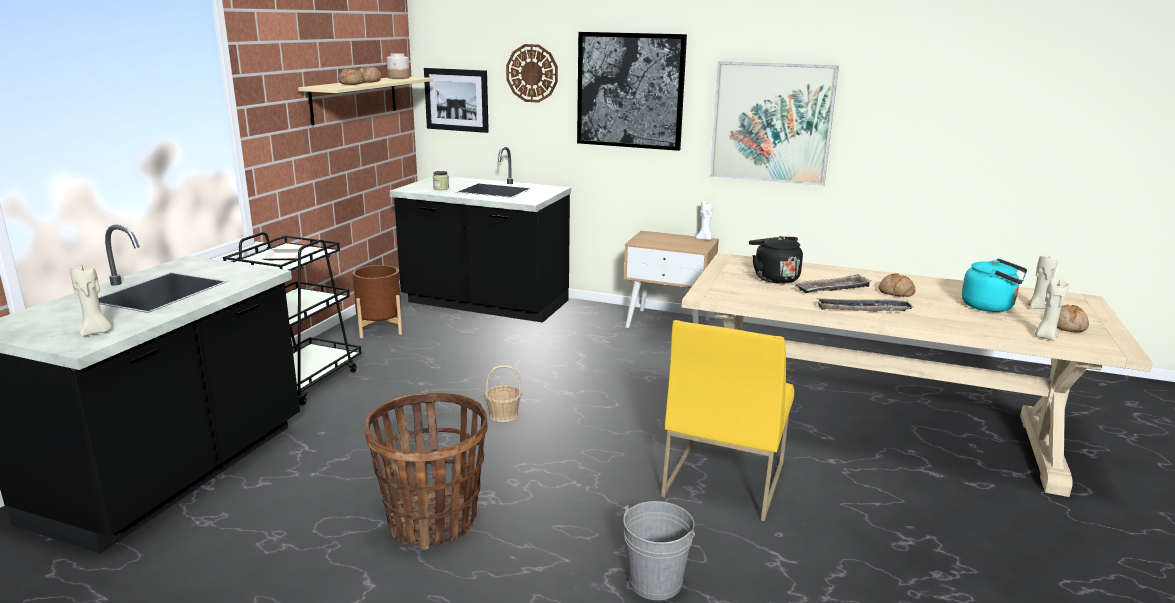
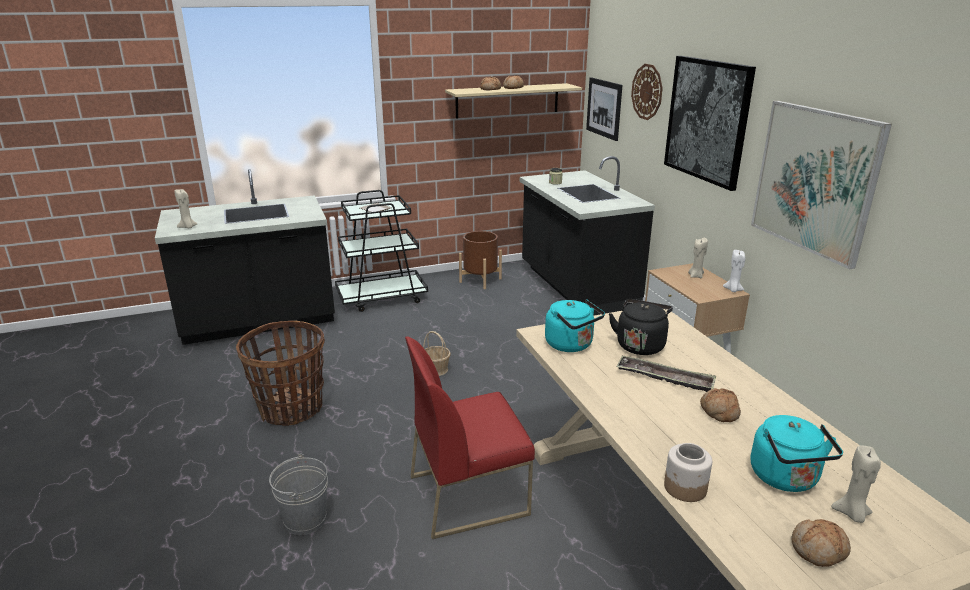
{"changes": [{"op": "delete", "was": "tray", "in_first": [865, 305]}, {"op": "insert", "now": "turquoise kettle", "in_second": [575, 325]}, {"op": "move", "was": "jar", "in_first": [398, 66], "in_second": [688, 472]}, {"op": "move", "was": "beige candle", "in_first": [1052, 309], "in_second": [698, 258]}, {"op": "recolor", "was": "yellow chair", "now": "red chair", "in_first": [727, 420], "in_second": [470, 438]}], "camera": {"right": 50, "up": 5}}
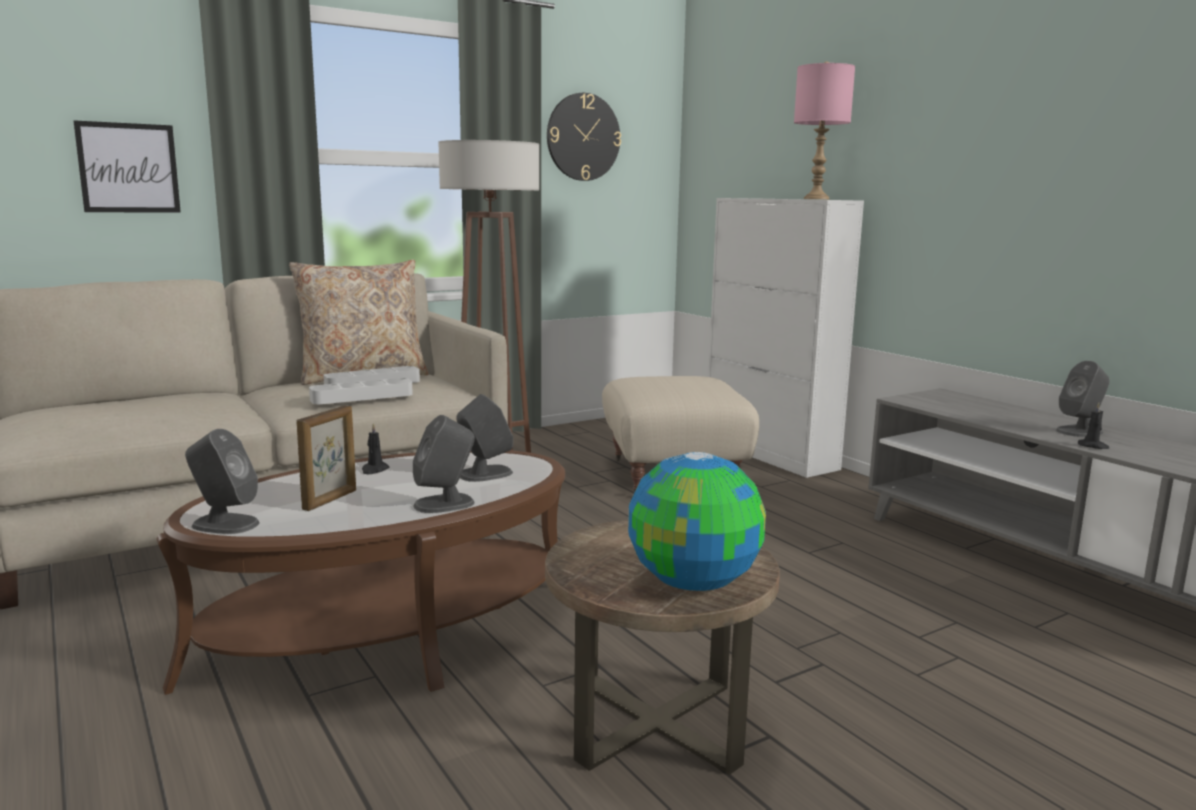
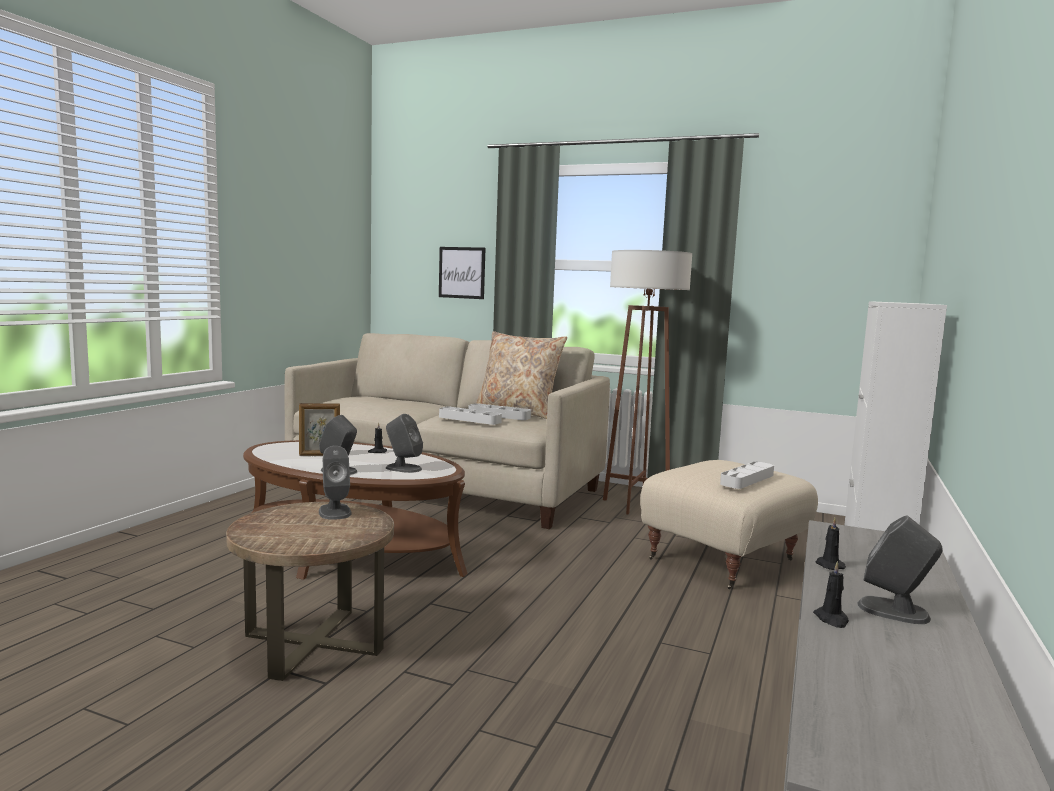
{"changes": [{"op": "delete", "was": "wall clock", "in_first": [584, 137]}, {"op": "delete", "was": "globe", "in_first": [697, 521]}, {"op": "delete", "was": "pink table lamp", "in_first": [824, 130]}, {"op": "insert", "now": "grey tray", "in_second": [747, 475]}, {"op": "insert", "now": "black candle", "in_second": [831, 544]}, {"op": "move", "was": "grey speaker", "in_first": [222, 481], "in_second": [335, 483]}], "camera": {"right": 55, "up": -5}}
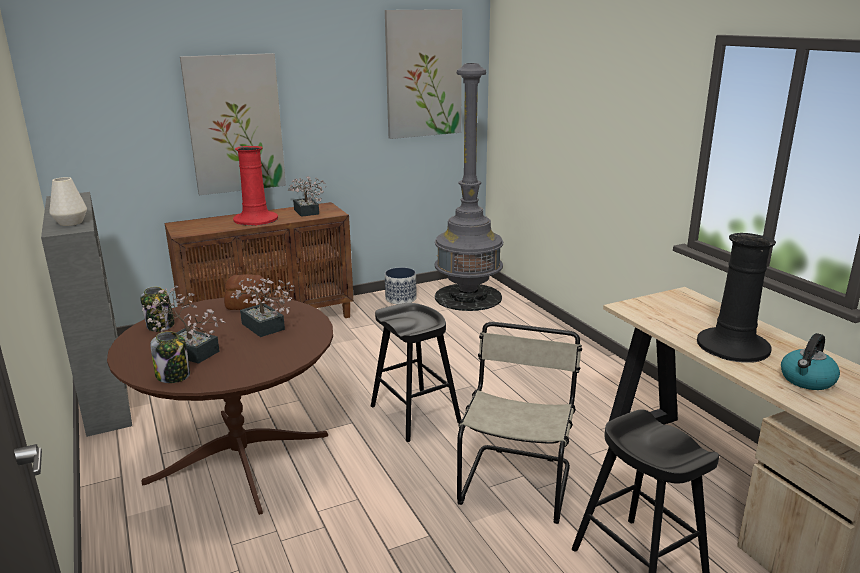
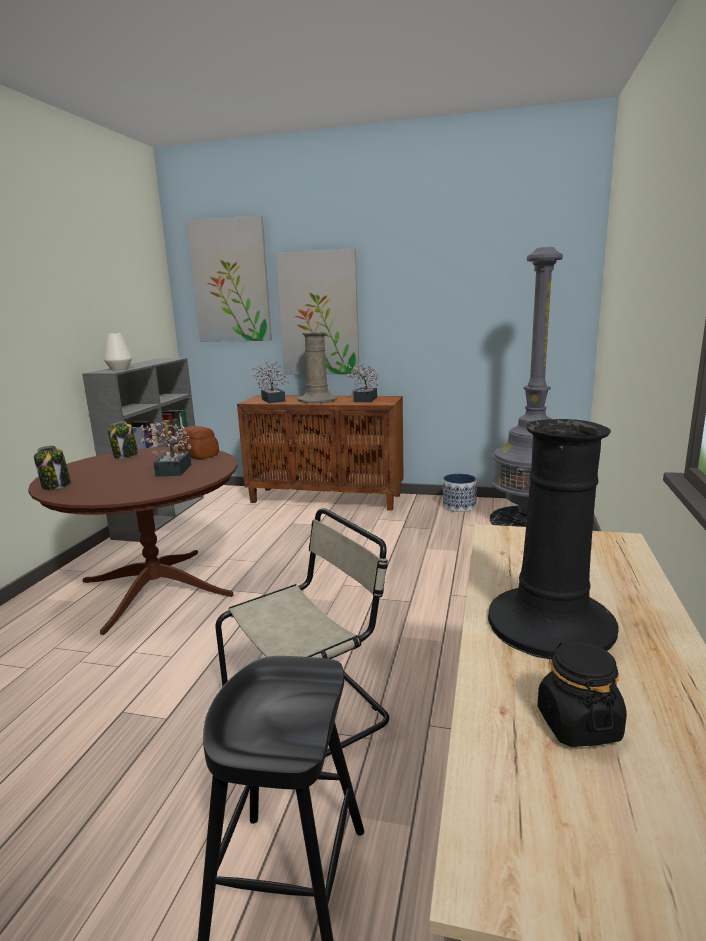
{"changes": [{"op": "delete", "was": "black stool", "in_first": [416, 372]}, {"op": "move", "was": "potted plant", "in_first": [183, 325], "in_second": [270, 382]}, {"op": "move", "was": "picture", "in_first": [423, 74], "in_second": [229, 278]}, {"op": "replace", "was": "kettle", "now": "black jar", "in_first": [810, 361], "in_second": [582, 694]}, {"op": "recolor", "was": "red vase", "now": "beige vase", "in_first": [255, 186], "in_second": [317, 368]}], "camera": {"right": 40, "up": -5}}
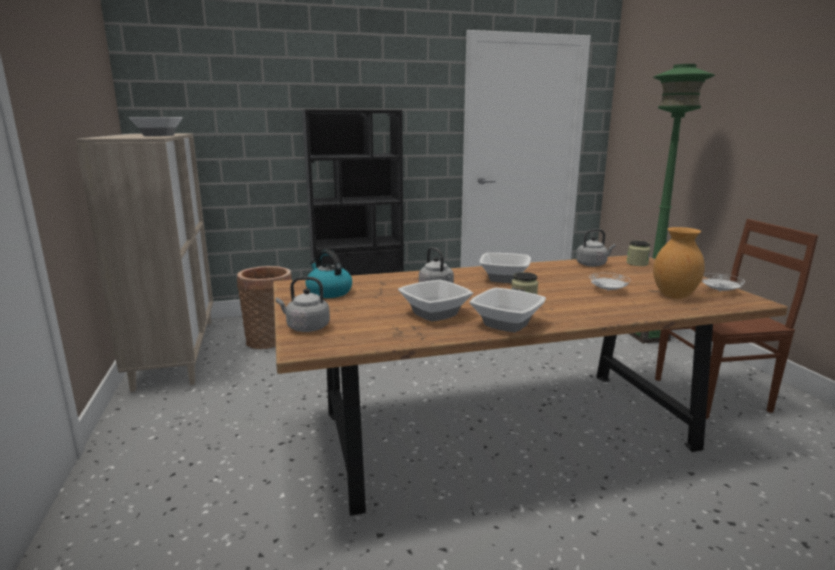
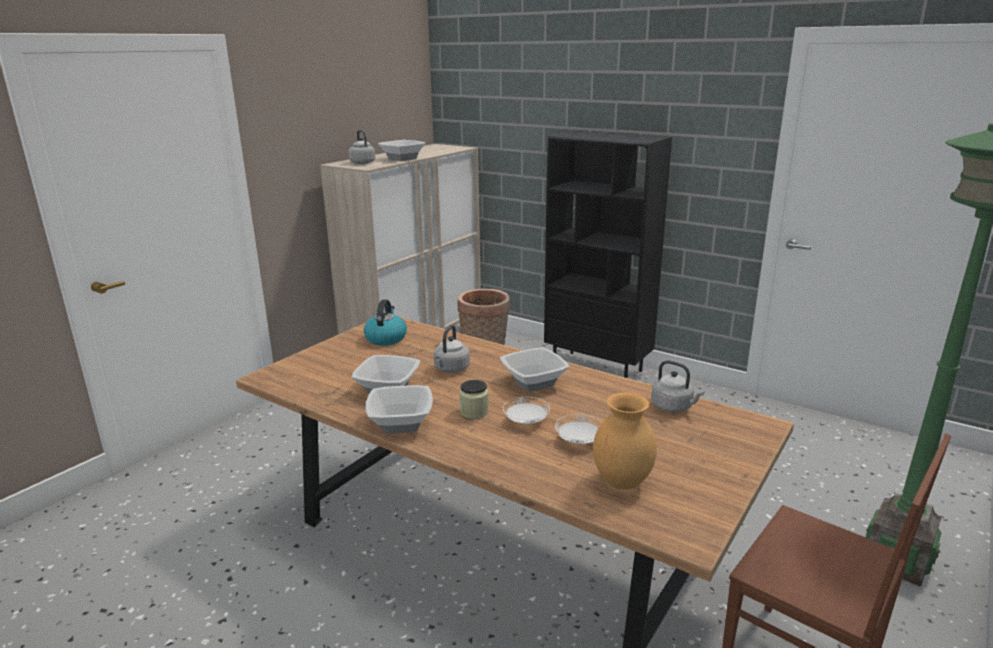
{"changes": [{"op": "delete", "was": "jar", "in_first": [639, 253]}, {"op": "move", "was": "grey kettle", "in_first": [303, 304], "in_second": [362, 147]}, {"op": "move", "was": "white plate", "in_first": [723, 282], "in_second": [526, 410]}], "camera": {"right": 50, "up": 5}}
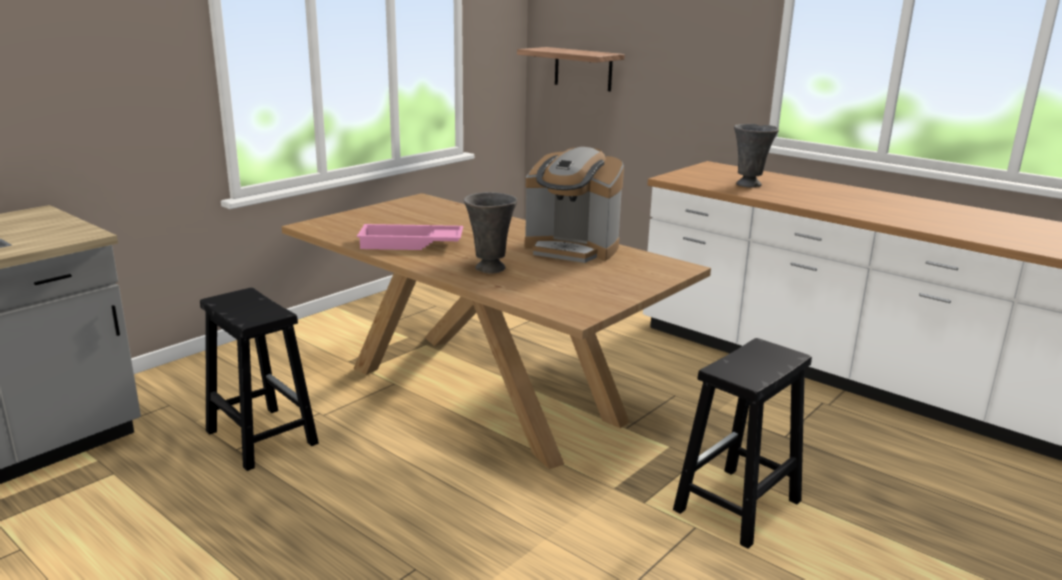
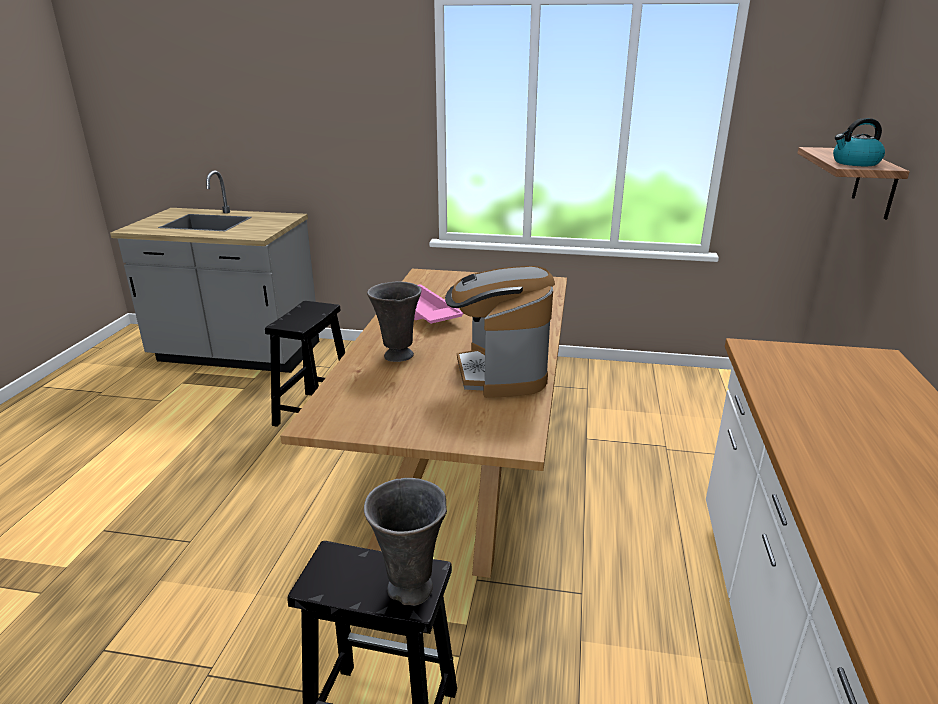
{"changes": [{"op": "insert", "now": "kettle", "in_second": [859, 142]}, {"op": "move", "was": "grey vase", "in_first": [756, 156], "in_second": [405, 542]}], "camera": {"right": 60, "up": 5}}
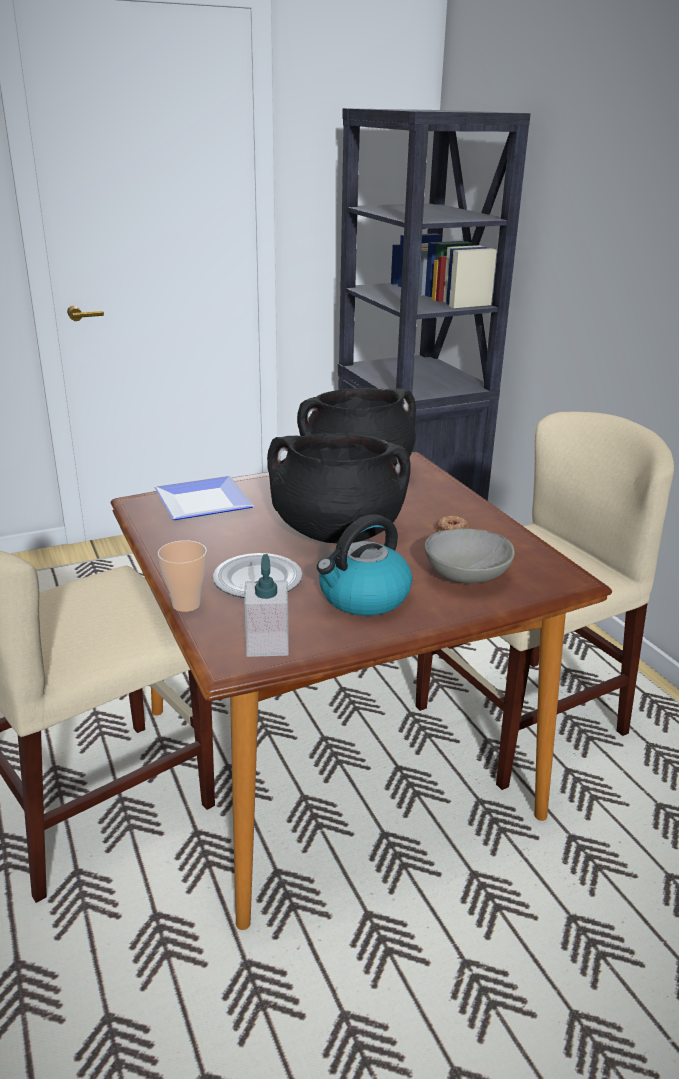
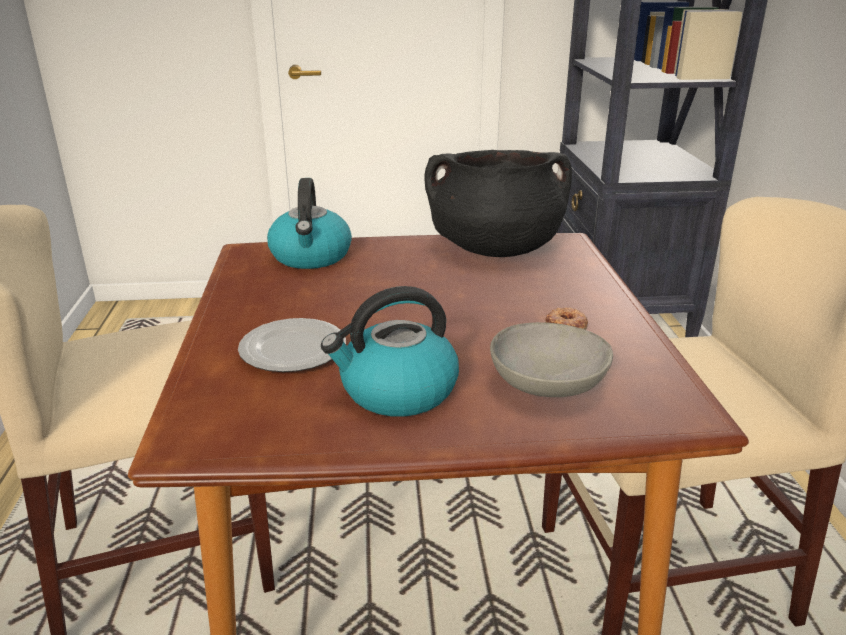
{"changes": [{"op": "delete", "was": "cup", "in_first": [182, 576]}, {"op": "delete", "was": "soap dispenser", "in_first": [266, 605]}, {"op": "delete", "was": "black cooking pot", "in_first": [339, 488]}, {"op": "replace", "was": "plate", "now": "kettle", "in_first": [204, 498], "in_second": [309, 223]}], "camera": {"right": 20, "up": 0}}
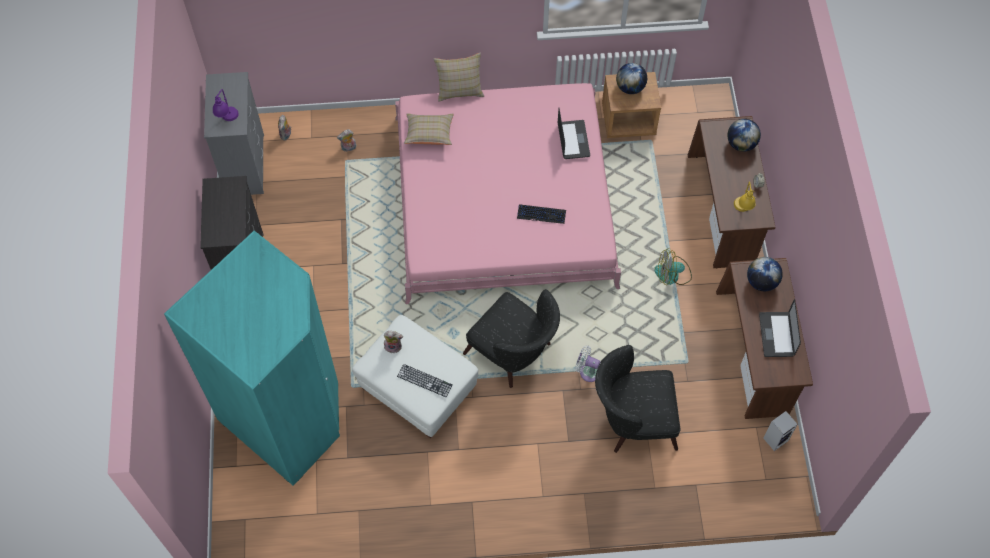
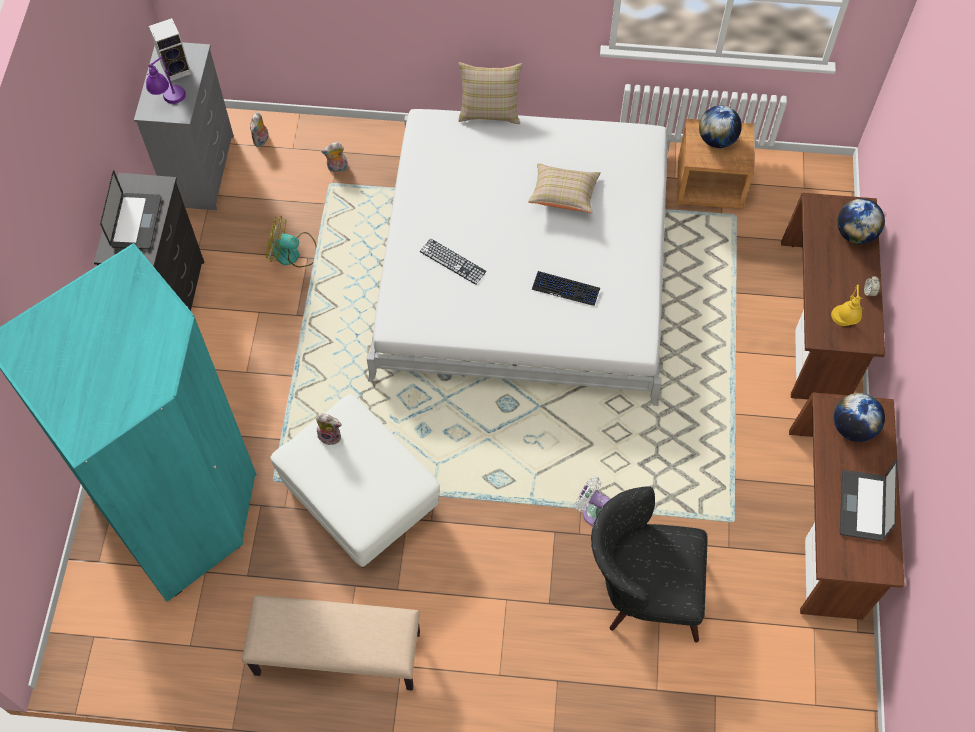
{"changes": [{"op": "delete", "was": "black armchair", "in_first": [511, 338]}, {"op": "insert", "now": "beige bench", "in_second": [331, 643]}, {"op": "move", "was": "keyboard", "in_first": [424, 380], "in_second": [453, 262]}, {"op": "move", "was": "beige pillow", "in_first": [429, 129], "in_second": [564, 188]}, {"op": "move", "was": "laptop", "in_first": [574, 133], "in_second": [131, 210]}, {"op": "move", "was": "fan", "in_first": [673, 266], "in_second": [291, 241]}, {"op": "move", "was": "speaker", "in_first": [780, 431], "in_second": [170, 49]}, {"op": "recolor", "was": "pink bed", "now": "white bed", "in_first": [508, 193], "in_second": [519, 257]}], "camera": {"right": 10, "up": 0}}
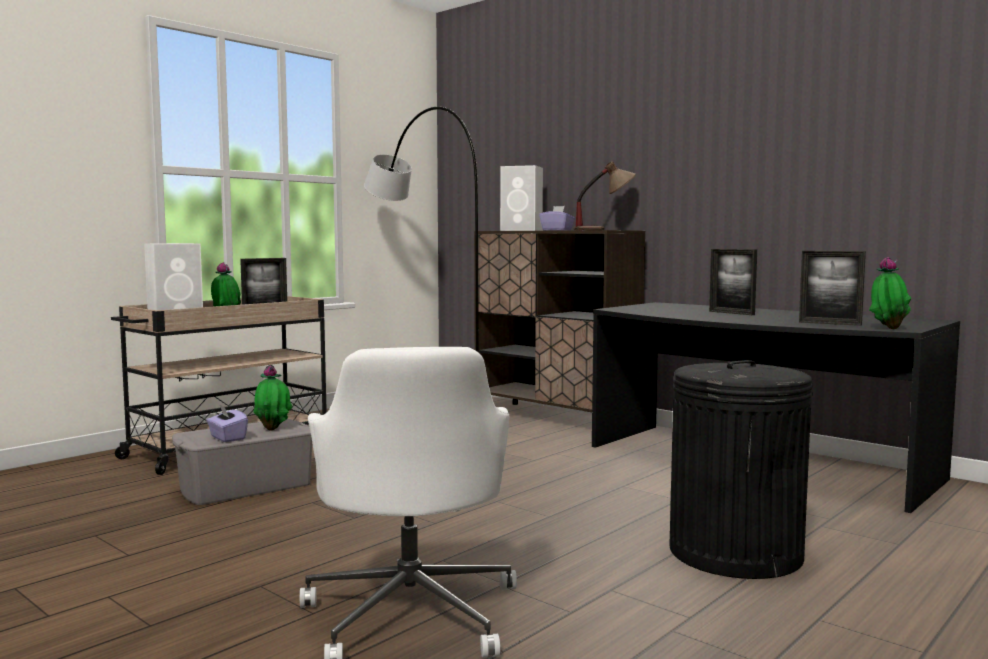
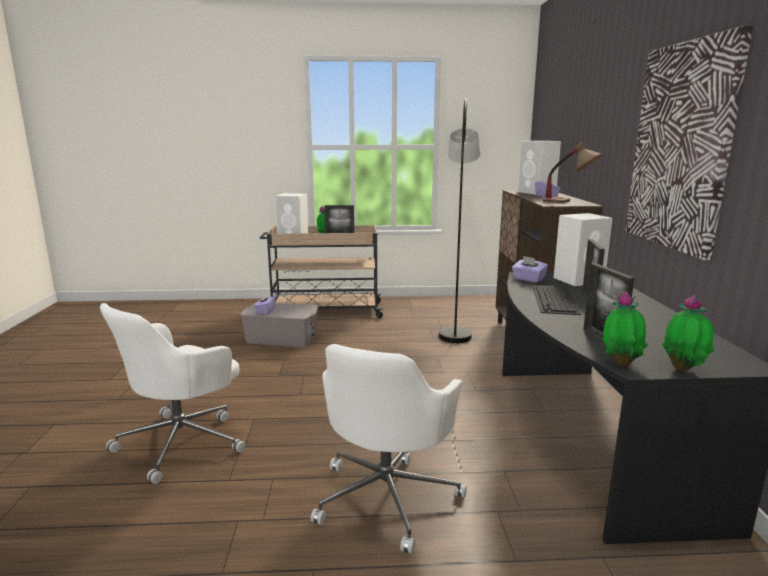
{"changes": [{"op": "insert", "now": "purple tissue box", "in_second": [530, 269]}, {"op": "insert", "now": "keyboard", "in_second": [557, 300]}, {"op": "insert", "now": "white speaker", "in_second": [583, 249]}, {"op": "insert", "now": "picture", "in_second": [689, 142]}, {"op": "move", "was": "potted plant", "in_first": [273, 398], "in_second": [688, 333]}, {"op": "replace", "was": "black trash can", "now": "white office chair", "in_first": [741, 469], "in_second": [389, 449]}], "camera": {"right": 45, "up": 10}}
